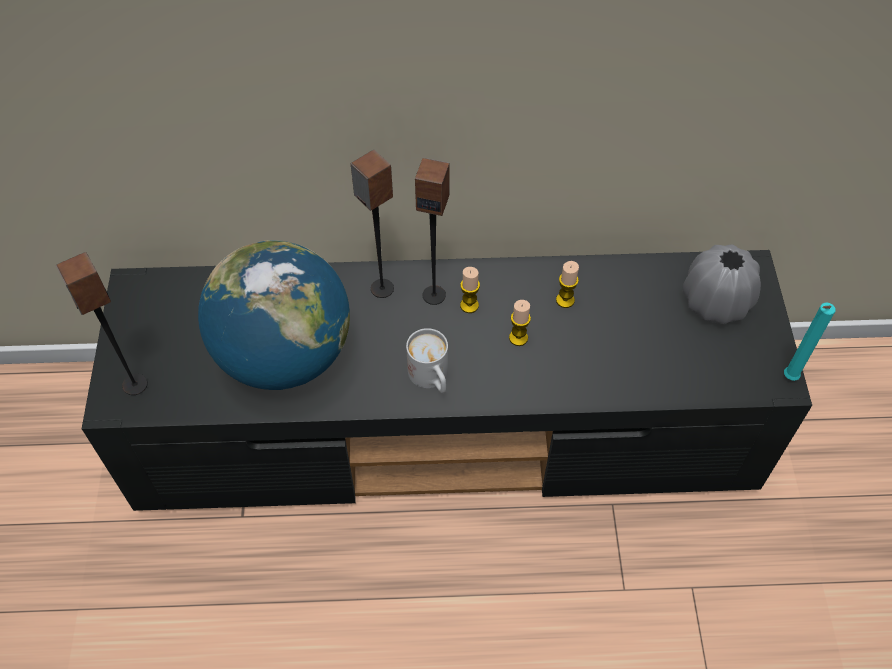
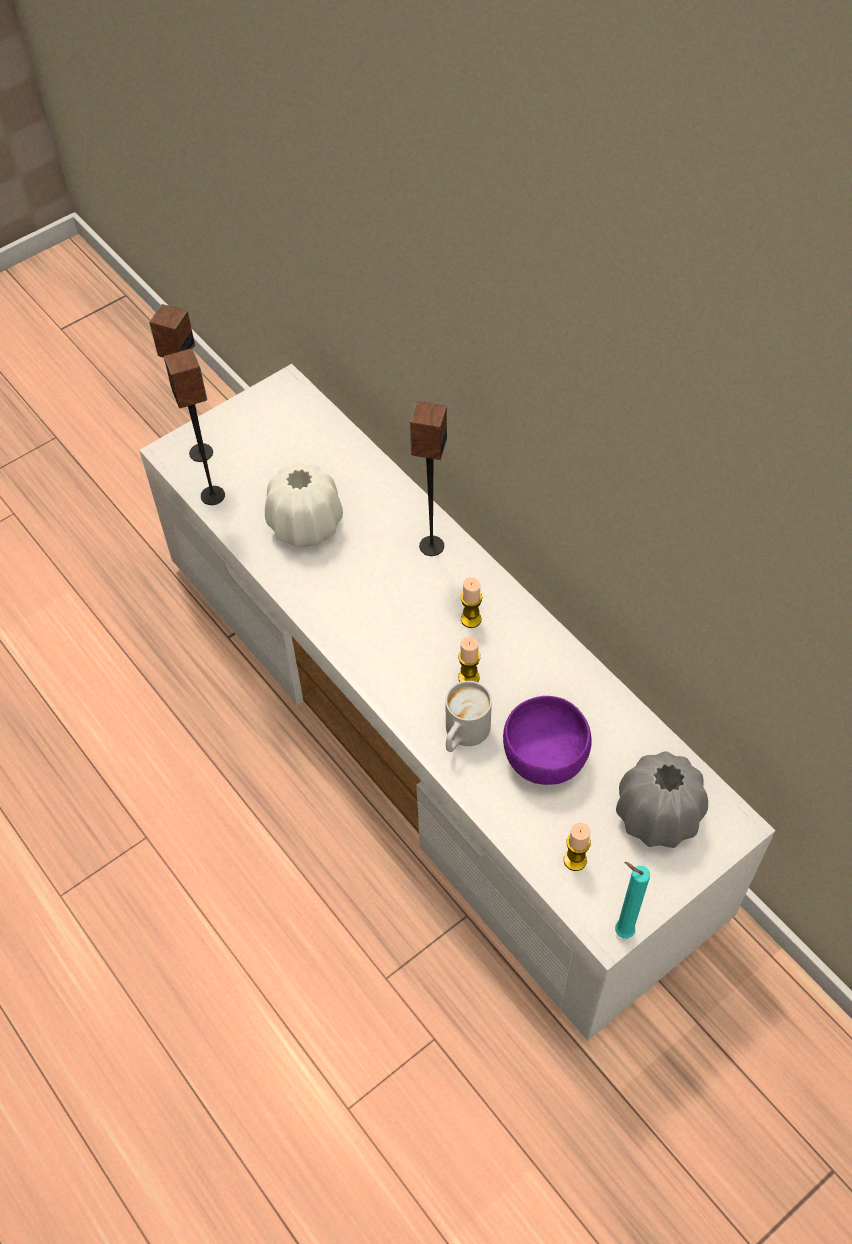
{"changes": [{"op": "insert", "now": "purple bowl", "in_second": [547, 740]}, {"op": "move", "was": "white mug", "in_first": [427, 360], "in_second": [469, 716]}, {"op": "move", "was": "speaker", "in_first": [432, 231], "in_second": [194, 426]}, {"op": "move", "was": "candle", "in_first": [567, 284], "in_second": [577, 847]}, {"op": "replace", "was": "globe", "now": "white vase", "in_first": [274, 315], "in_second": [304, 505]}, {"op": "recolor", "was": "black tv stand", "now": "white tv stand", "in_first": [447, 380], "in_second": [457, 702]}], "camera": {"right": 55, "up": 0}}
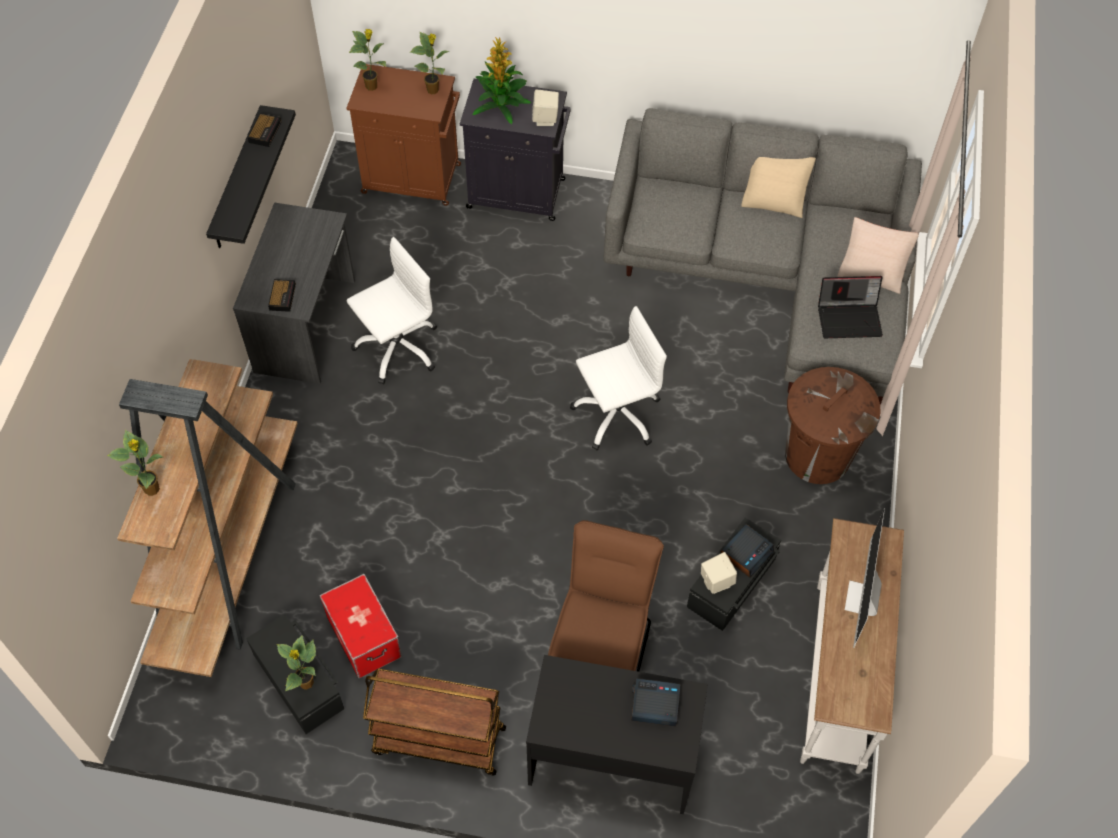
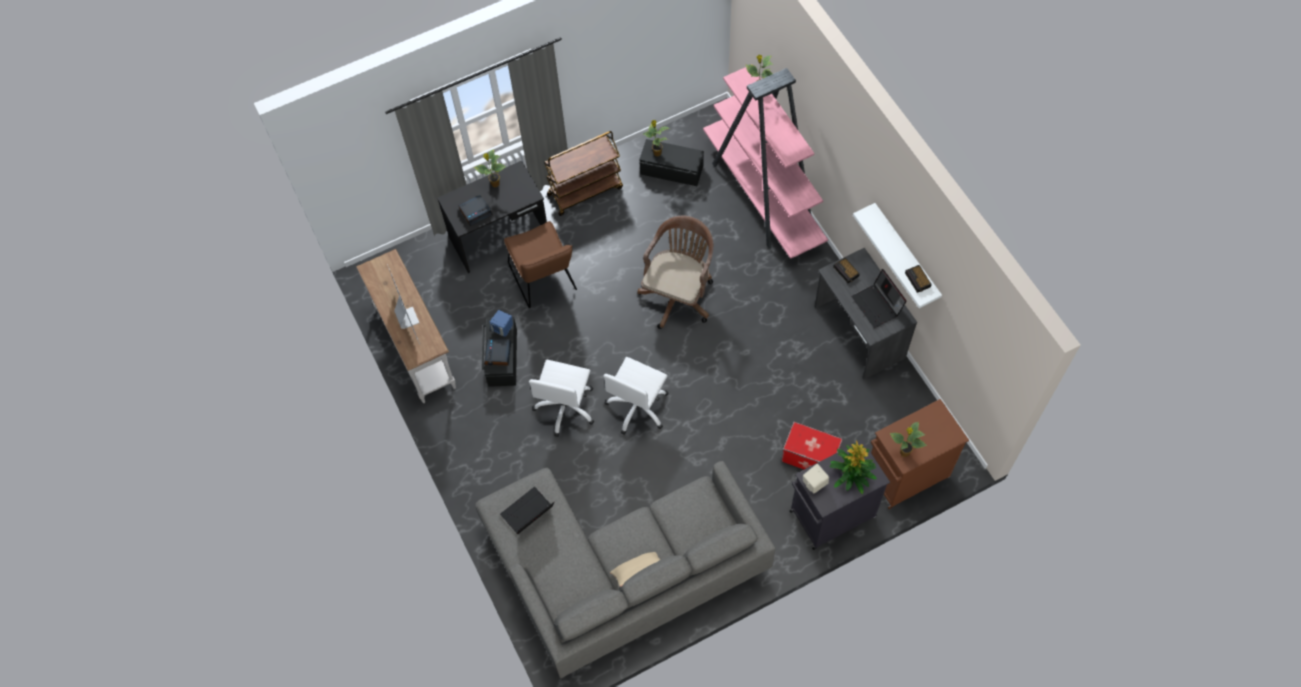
{"changes": [{"op": "delete", "was": "brown trash can", "in_first": [833, 425]}, {"op": "delete", "was": "beige pillow", "in_first": [878, 255]}, {"op": "insert", "now": "brown office chair", "in_second": [675, 272]}, {"op": "insert", "now": "laptop", "in_second": [878, 298]}, {"op": "move", "was": "storage box", "in_first": [361, 626], "in_second": [812, 445]}, {"op": "move", "was": "white office chair", "in_first": [391, 310], "in_second": [562, 398]}, {"op": "move", "was": "potted plant", "in_first": [367, 60], "in_second": [490, 168]}, {"op": "recolor", "was": "brown bookcase", "now": "pink bookcase", "in_first": [207, 518], "in_second": [765, 163]}, {"op": "recolor", "was": "black shelf", "now": "white shelf", "in_first": [251, 176], "in_second": [897, 255]}, {"op": "recolor", "was": "beige speaker", "now": "blue speaker", "in_first": [719, 573], "in_second": [501, 323]}], "camera": {"right": 145, "up": 5}}
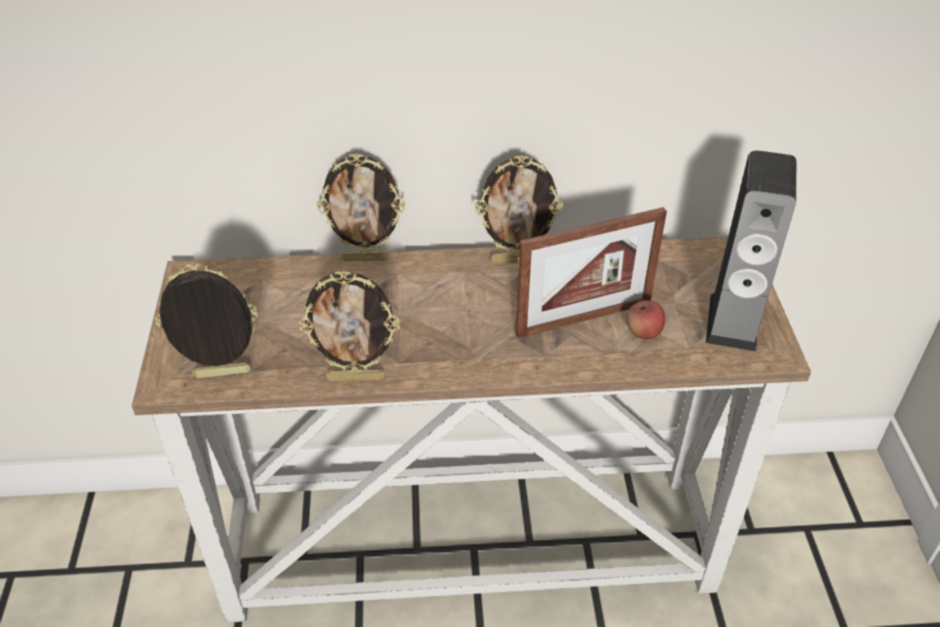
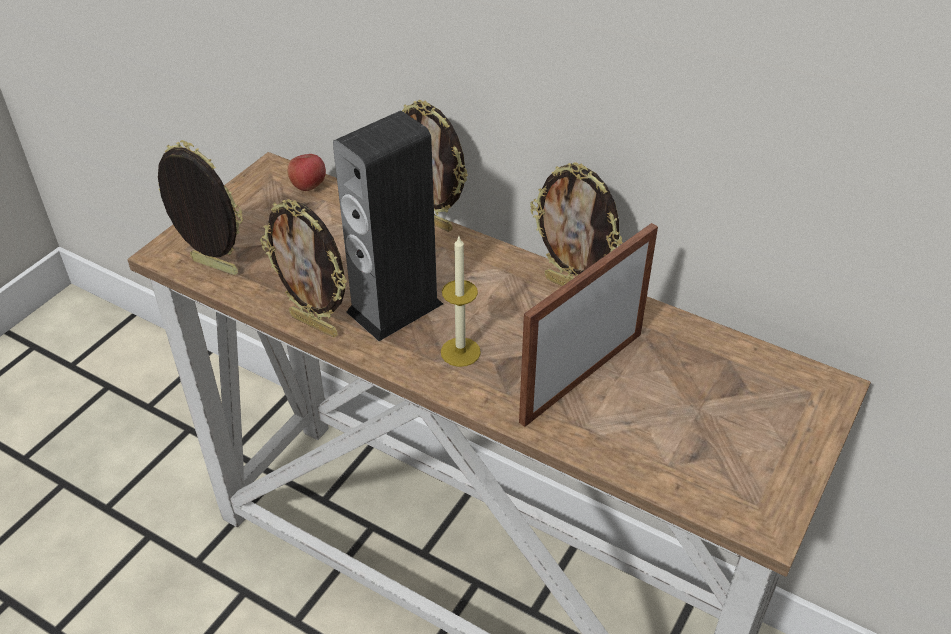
{"changes": [{"op": "insert", "now": "candle", "in_second": [461, 302]}, {"op": "move", "was": "apple", "in_first": [646, 319], "in_second": [306, 172]}, {"op": "move", "was": "speaker", "in_first": [751, 251], "in_second": [388, 226]}, {"op": "rotate", "was": "picture frame", "in_first": [591, 272], "in_second": [588, 325], "clockwise": 120}], "camera": {"right": 35, "up": 0}}
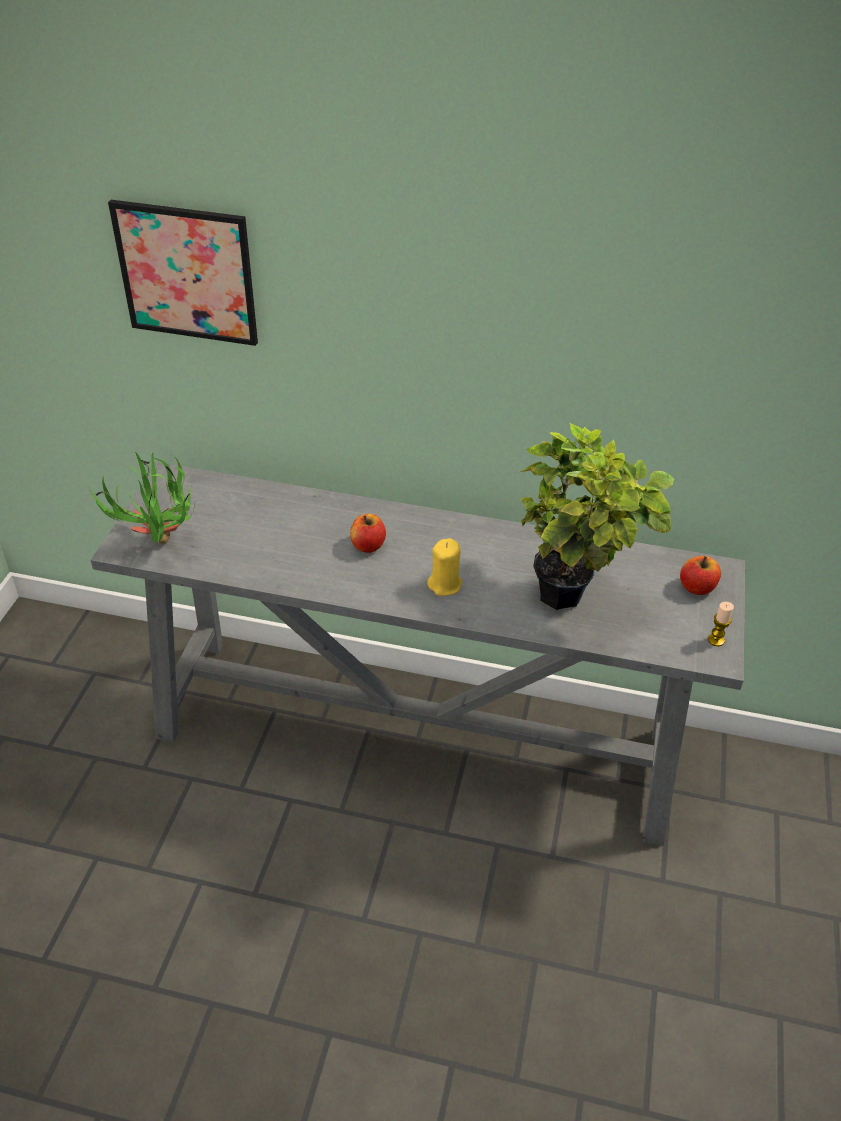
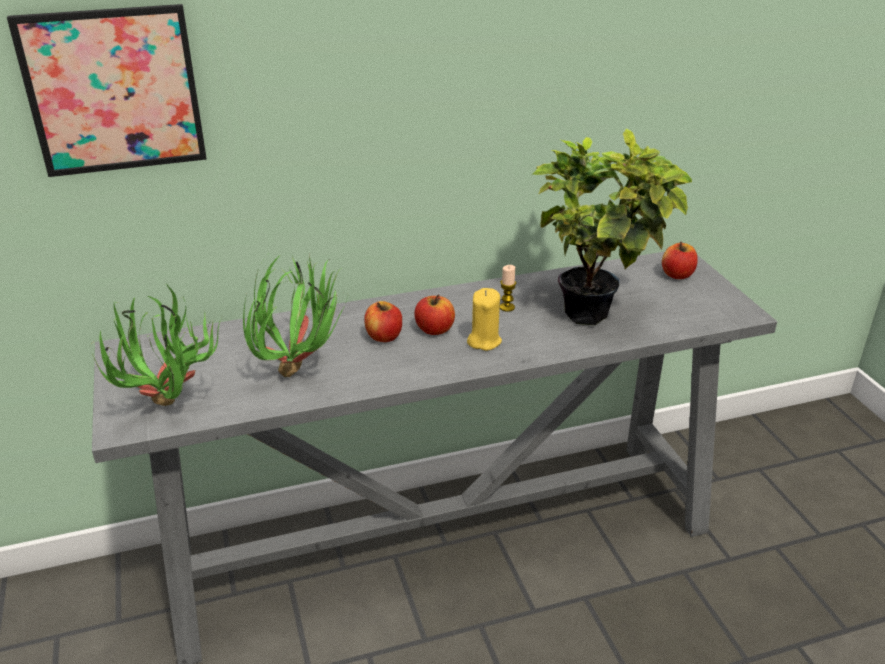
{"changes": [{"op": "insert", "now": "potted plant", "in_second": [295, 316]}, {"op": "insert", "now": "apple", "in_second": [434, 315]}, {"op": "move", "was": "candle", "in_first": [721, 624], "in_second": [508, 288]}], "camera": {"right": -30, "up": -10}}
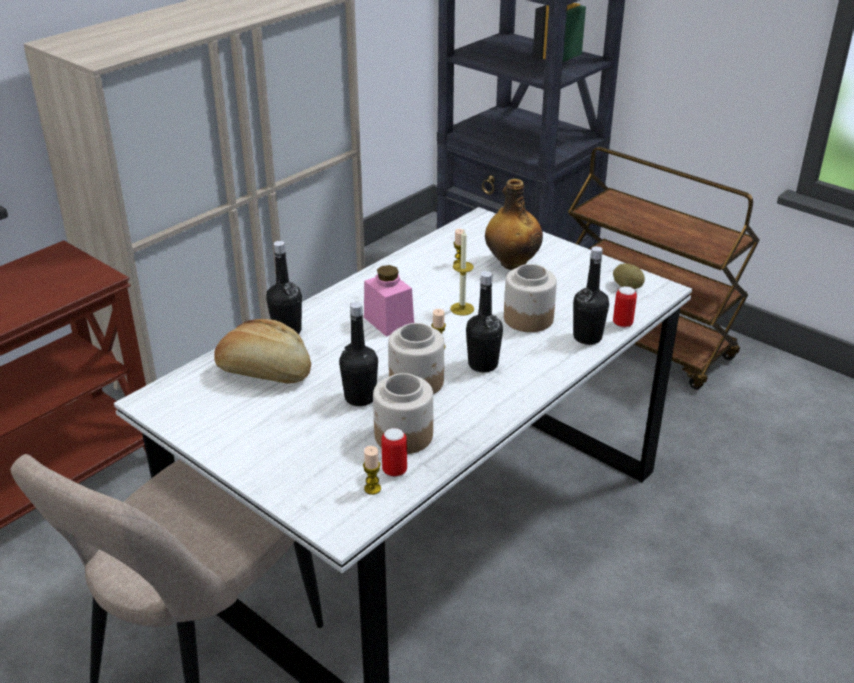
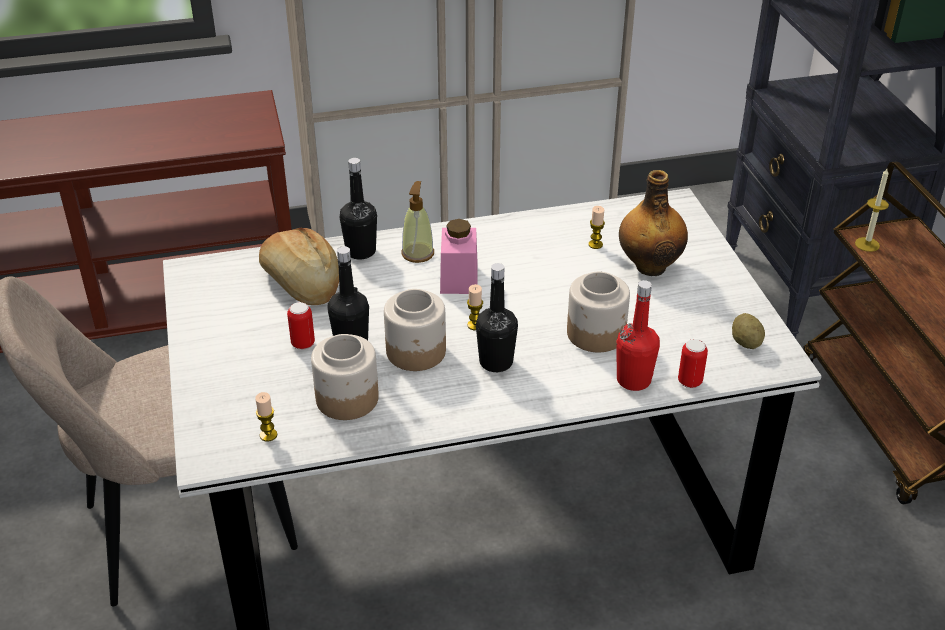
{"changes": [{"op": "insert", "now": "soap dispenser", "in_second": [417, 222]}, {"op": "move", "was": "can", "in_first": [394, 452], "in_second": [301, 326]}, {"op": "move", "was": "candle", "in_first": [462, 273], "in_second": [872, 209]}, {"op": "recolor", "was": "black bottle", "now": "red bottle", "in_first": [591, 295], "in_second": [638, 335]}], "camera": {"right": 35, "up": 5}}
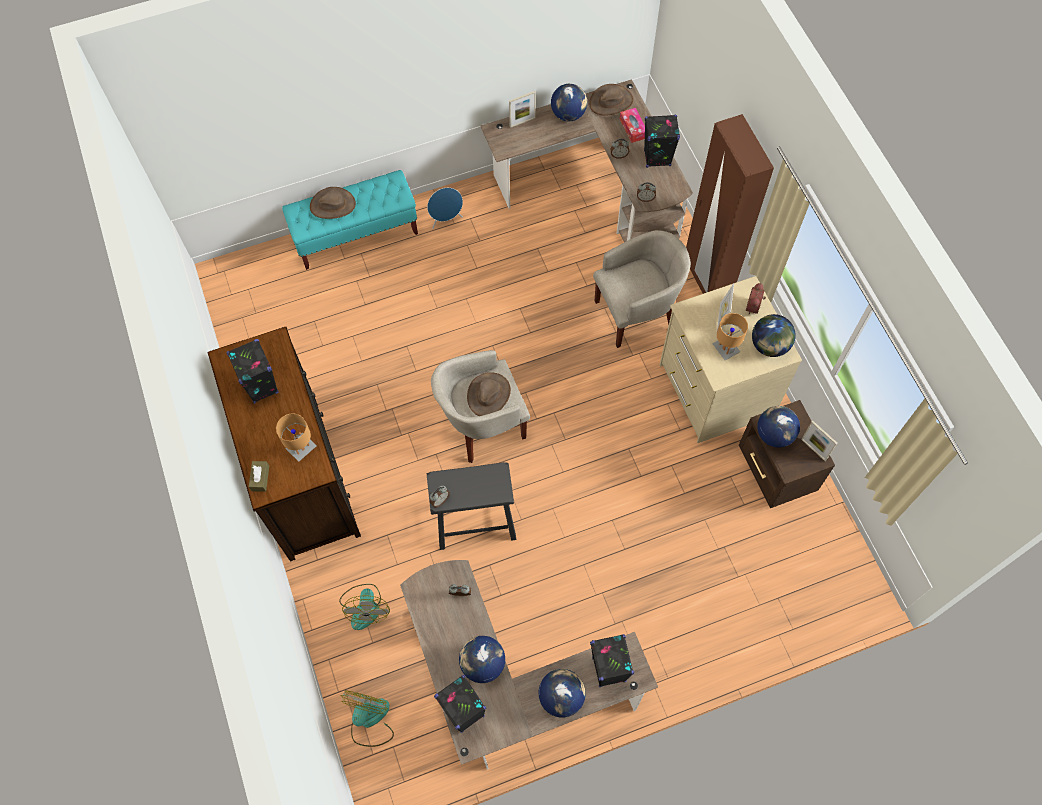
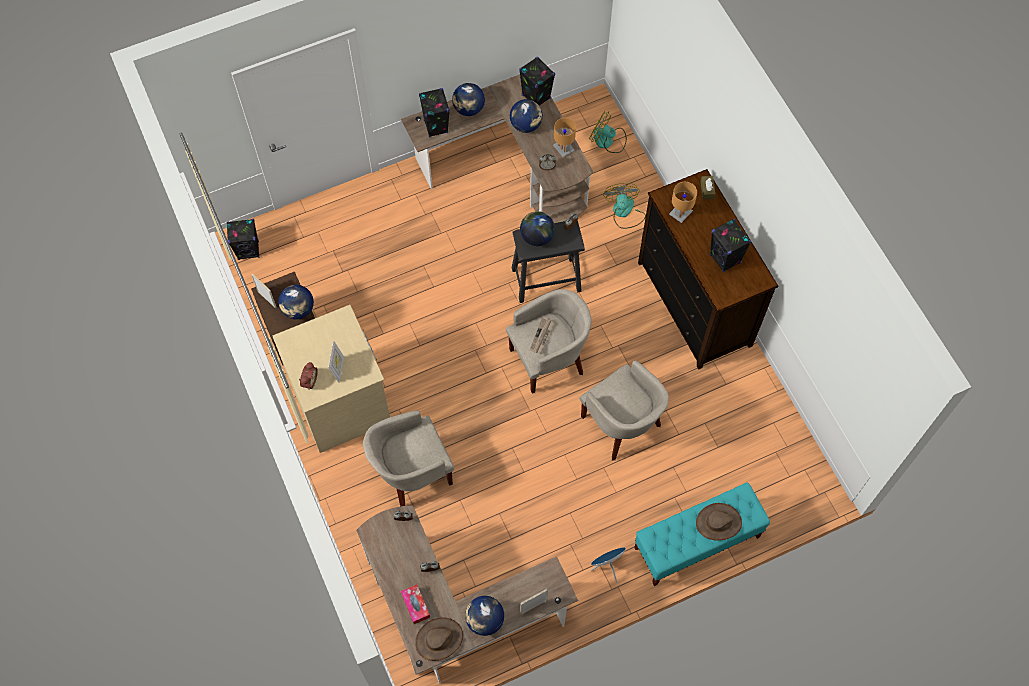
{"changes": [{"op": "delete", "was": "brown wardrobe", "in_first": [730, 204]}, {"op": "insert", "now": "beige armchair", "in_second": [624, 410]}, {"op": "move", "was": "black speaker", "in_first": [662, 141], "in_second": [243, 239]}, {"op": "move", "was": "brown table lamp", "in_first": [730, 336], "in_second": [564, 137]}, {"op": "move", "was": "globe", "in_first": [774, 335], "in_second": [537, 228]}, {"op": "replace", "was": "brown hat", "now": "newspaper", "in_first": [489, 394], "in_second": [542, 335]}, {"op": "rotate", "was": "fan", "in_first": [367, 718], "in_second": [608, 132], "clockwise": 105}], "camera": {"right": 175, "up": 0}}
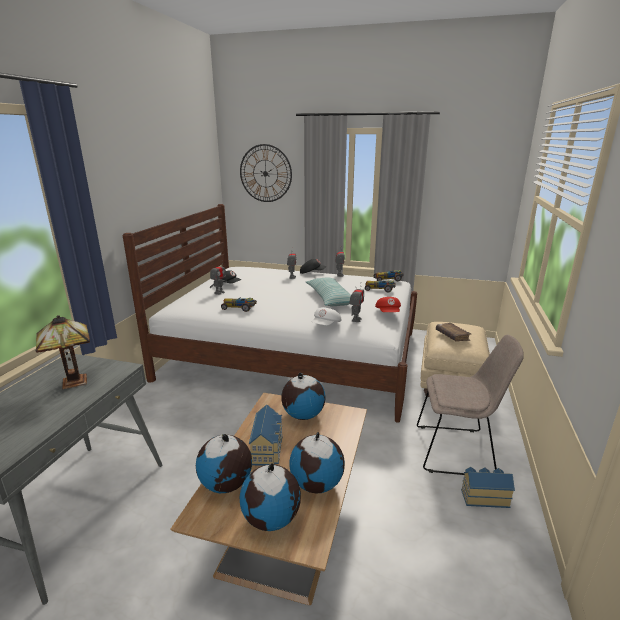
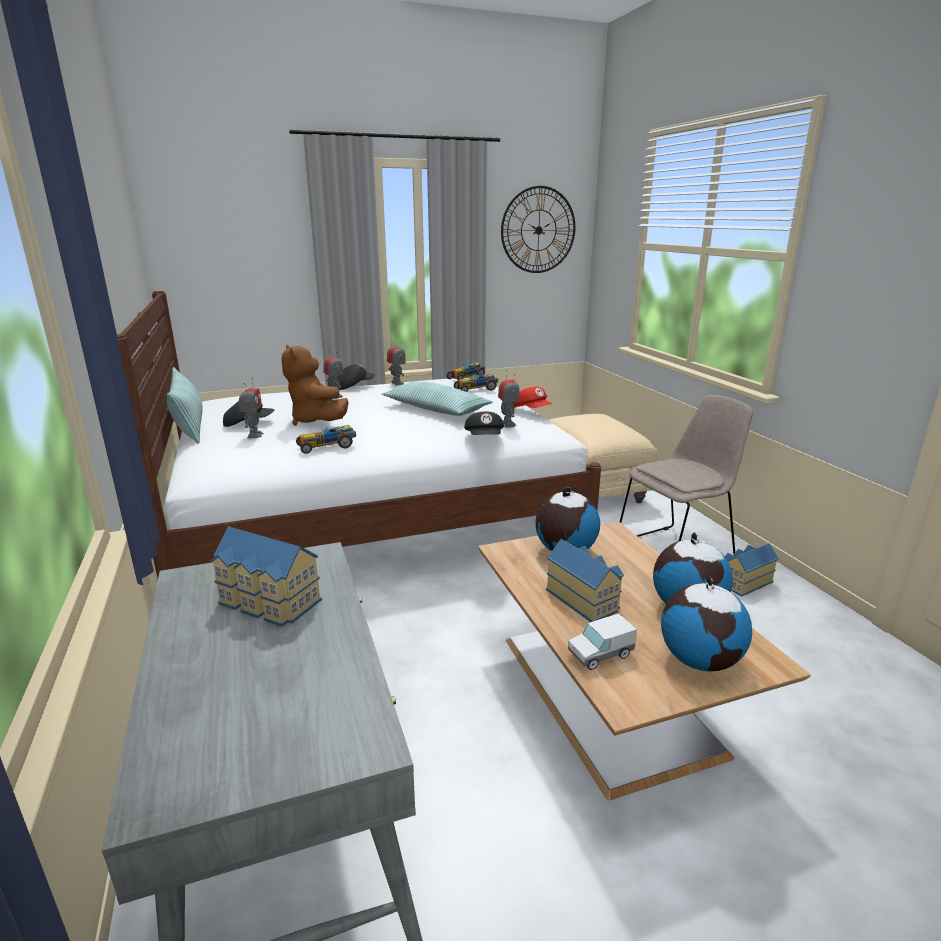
{"changes": [{"op": "delete", "was": "brown book", "in_first": [453, 332]}, {"op": "insert", "now": "pillow", "in_second": [184, 405]}, {"op": "insert", "now": "brown plush toy", "in_second": [314, 385]}, {"op": "move", "was": "wall clock", "in_first": [266, 173], "in_second": [538, 229]}, {"op": "replace", "was": "table lamp", "now": "toy house", "in_first": [63, 352], "in_second": [266, 576]}, {"op": "replace", "was": "globe", "now": "toy truck", "in_first": [224, 463], "in_second": [602, 641]}, {"op": "recolor", "was": "white cap", "now": "black cap", "in_first": [326, 316], "in_second": [484, 423]}], "camera": {"right": -35, "up": 0}}
